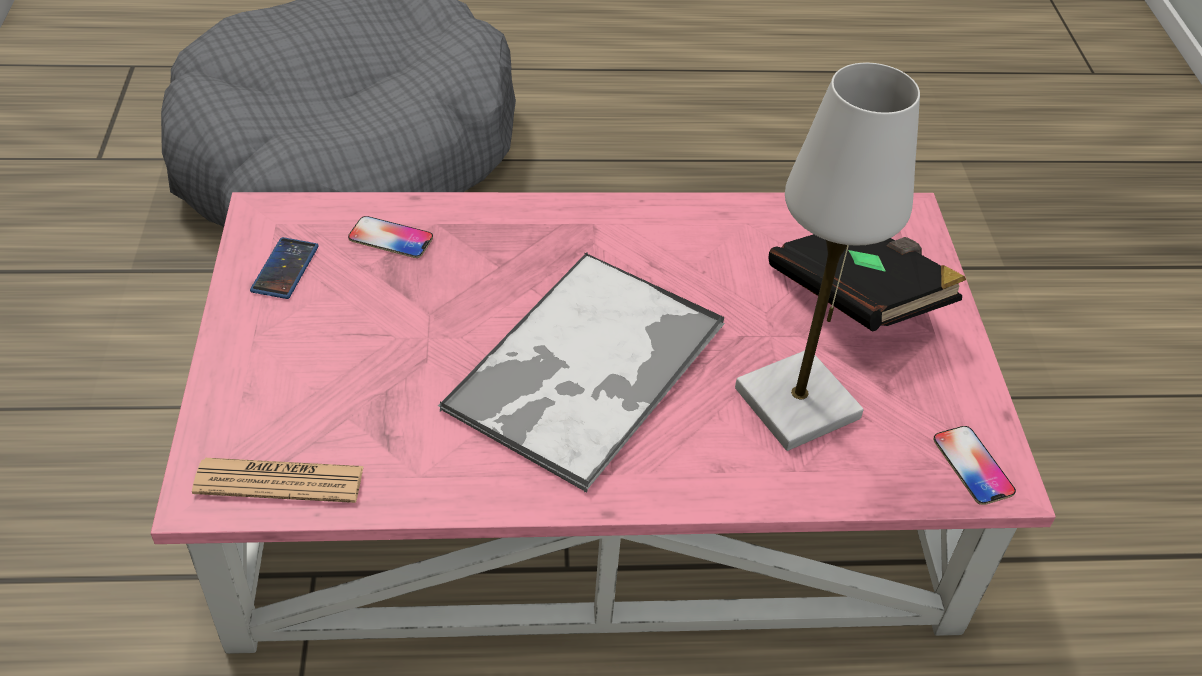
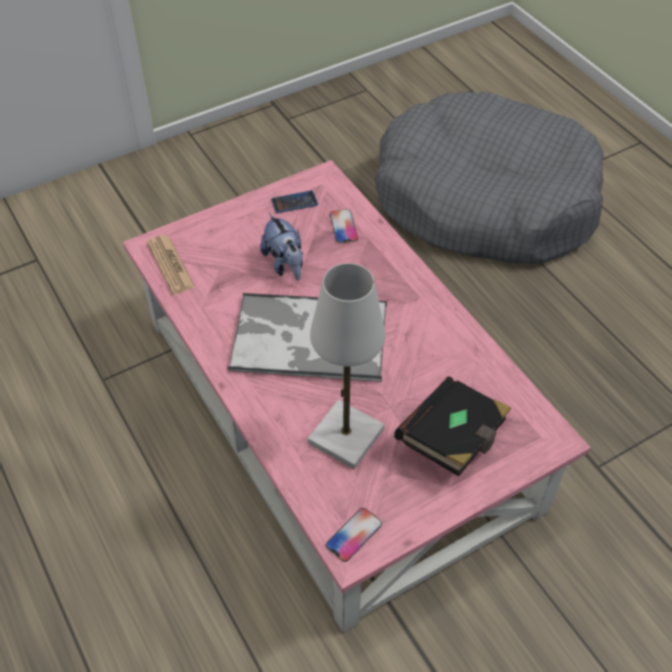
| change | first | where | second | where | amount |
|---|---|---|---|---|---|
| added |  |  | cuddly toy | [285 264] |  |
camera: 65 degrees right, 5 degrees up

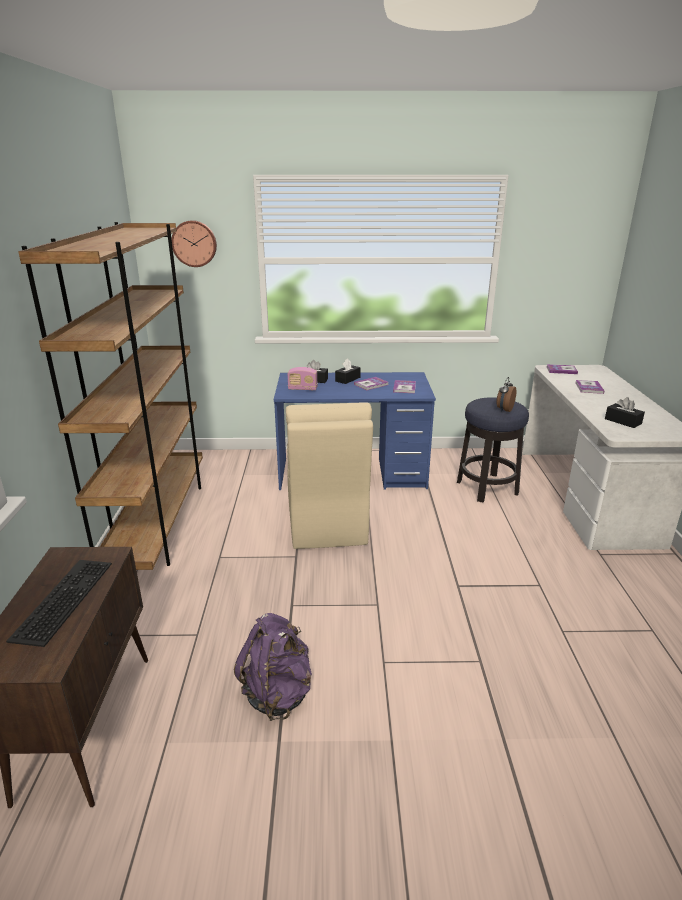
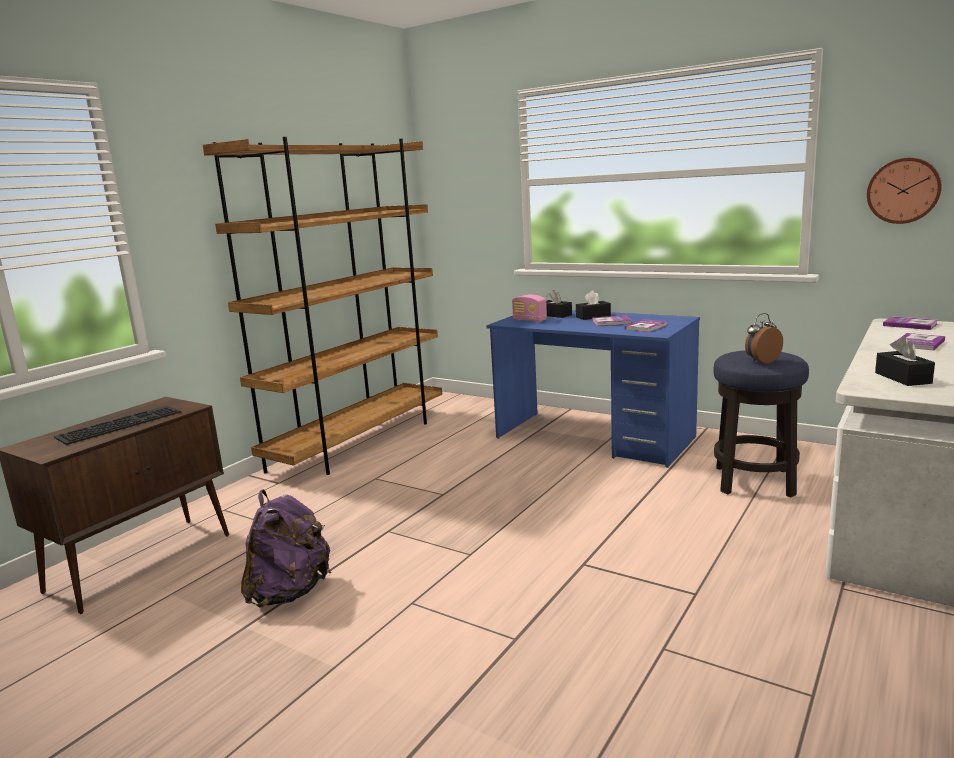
| change | first | where | second | where | amount |
|---|---|---|---|---|---|
| moved | clock on the wall | [194 243] |  | [903 190] |  |
| removed | plain chair in beige-coloured | [326 523] |  |  |  |
camera: 35 degrees right, 10 degrees down

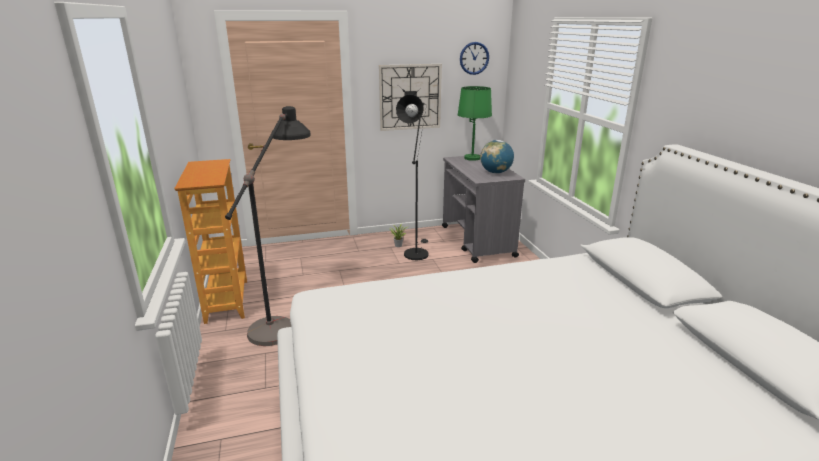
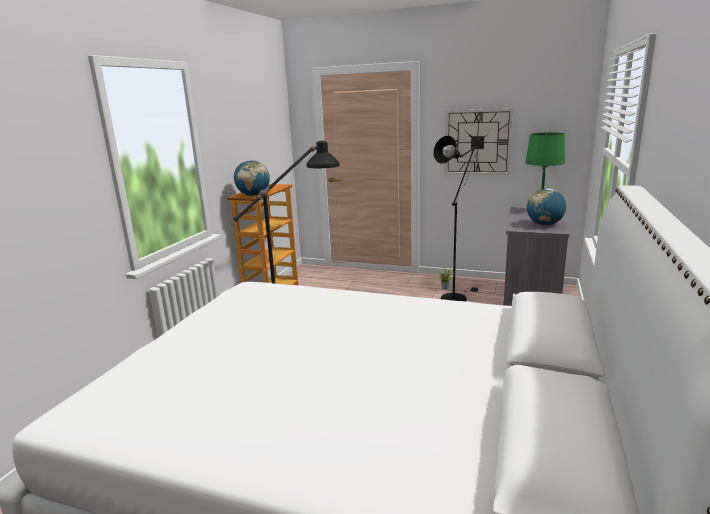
| change | first | where | second | where | amount |
|---|---|---|---|---|---|
| removed | clock on the wall | [474 58] |  |  |  |
| added |  |  | desk globe | [253 195] |  |
camera: 35 degrees right, 5 degrees down

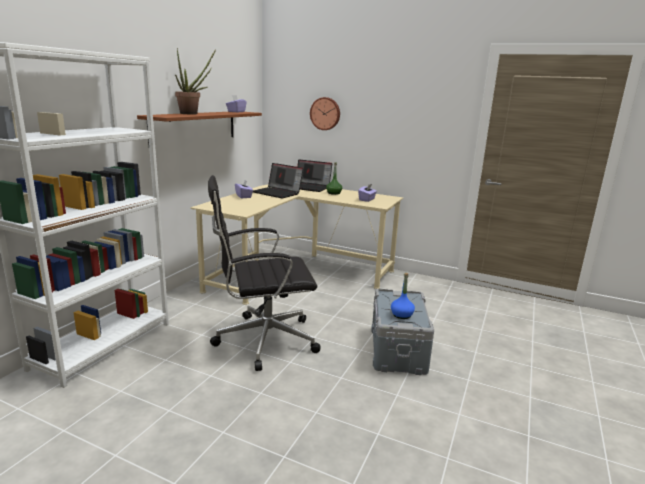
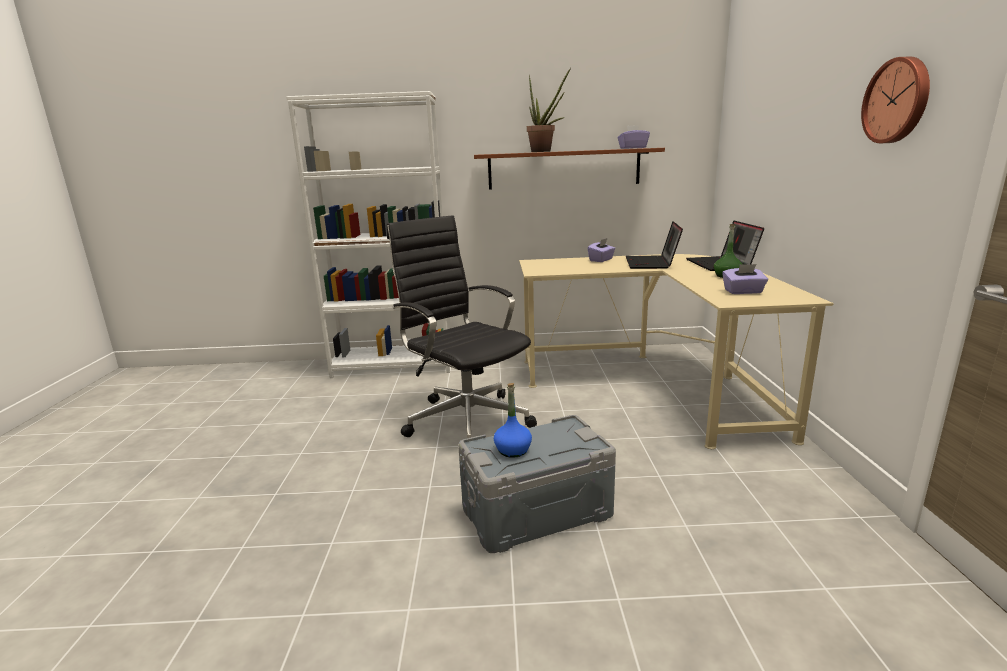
| change | first | where | second | where | amount |
|---|---|---|---|---|---|
| moved | clock on the wall | [325 113] |  | [898 101] |  |
camera: 65 degrees right, 0 degrees up

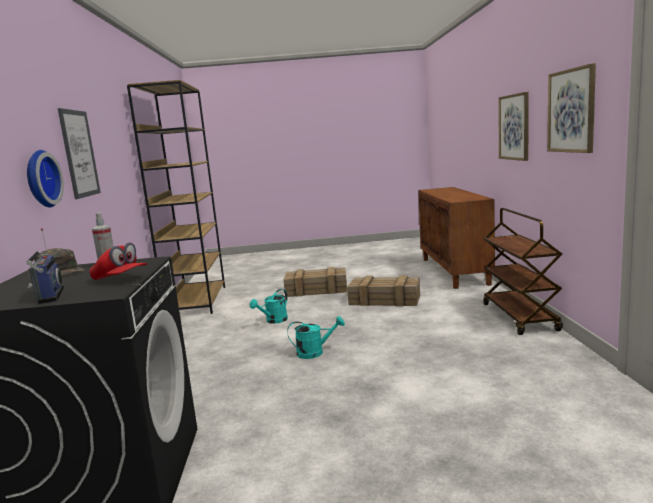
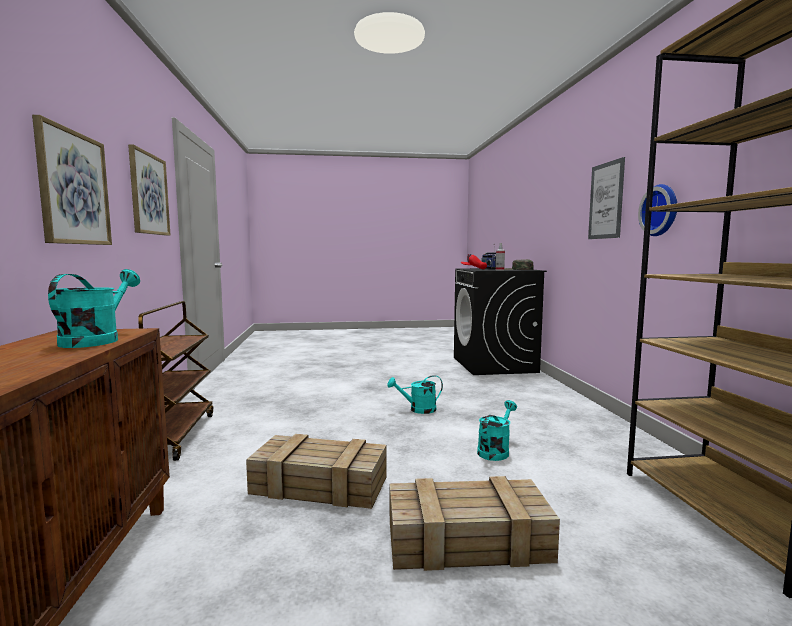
| change | first | where | second | where | amount |
|---|---|---|---|---|---|
| moved | clock on the wall | [40 179] |  | [661 210] |  |
| added |  |  | sprinkling can in turquoise-coloured | [96 340] |  |
camera: 175 degrees right, 5 degrees down

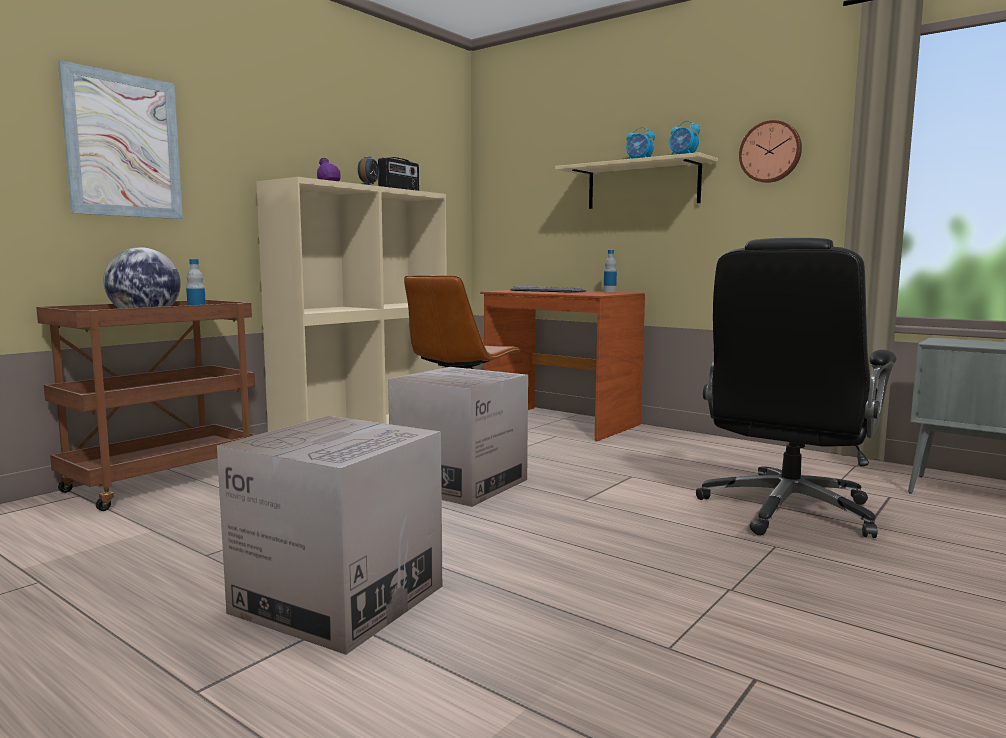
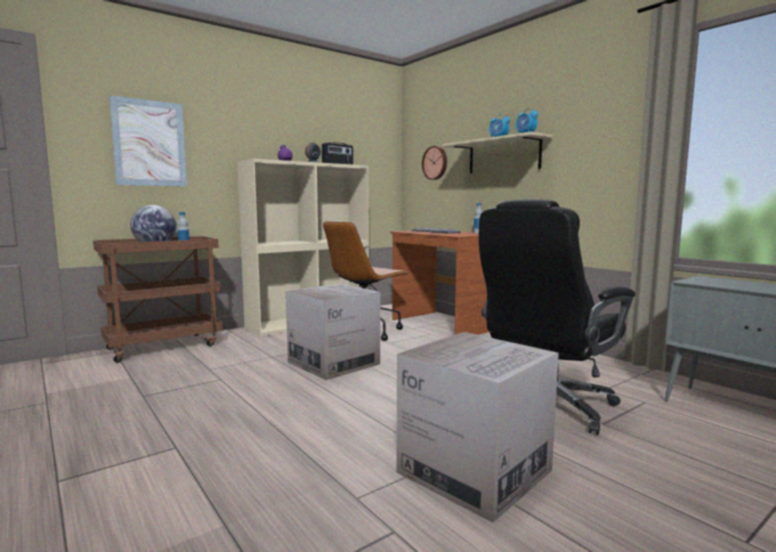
| change | first | where | second | where | amount |
|---|---|---|---|---|---|
| moved | clock on the wall | [770 152] |  | [435 163] |  |
| moved | packing box | [339 599] |  | [474 471] |  |
camera: 15 degrees right, 0 degrees up

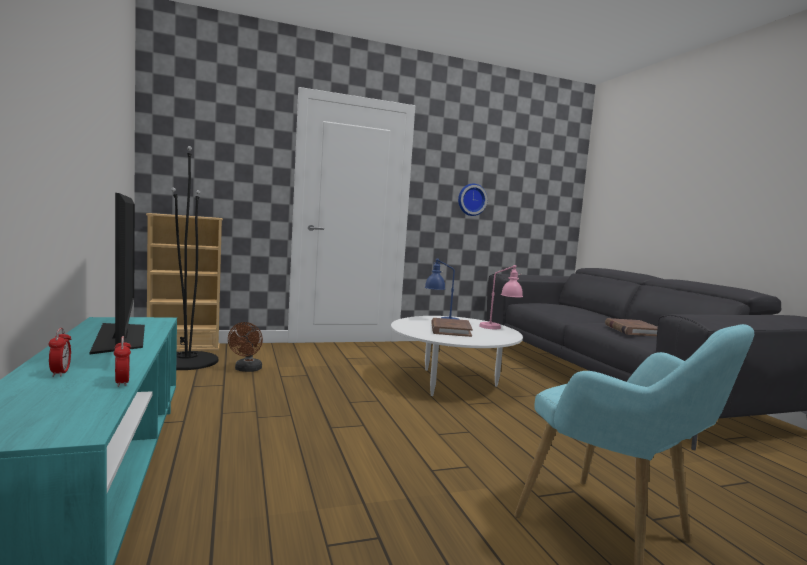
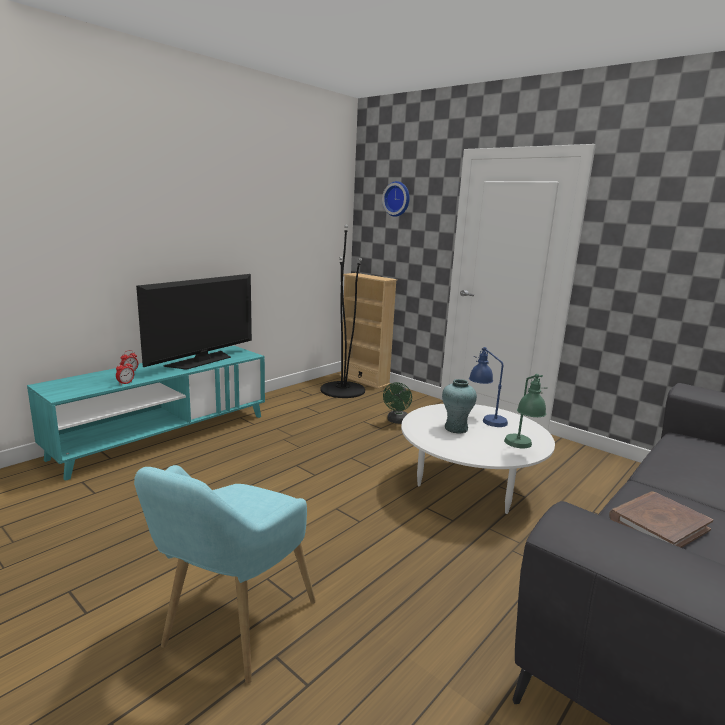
| change | first | where | second | where | amount |
|---|---|---|---|---|---|
| moved | clock on the wall | [471 199] |  | [397 199] |  |
| recoloured | table lamp in pinkish | [499 328] | table lamp in green-coloured | [522 447] |  |
| replaced | volume in brown | [450 330] | decorative vase in turquoise-coloured | [456 428] |  |
| removed | cooling fan in brown | [247 370] |  |  |  |
| added |  |  | cooling fan in green-coloured | [397 421] |  |
camera: 60 degrees right, 10 degrees up

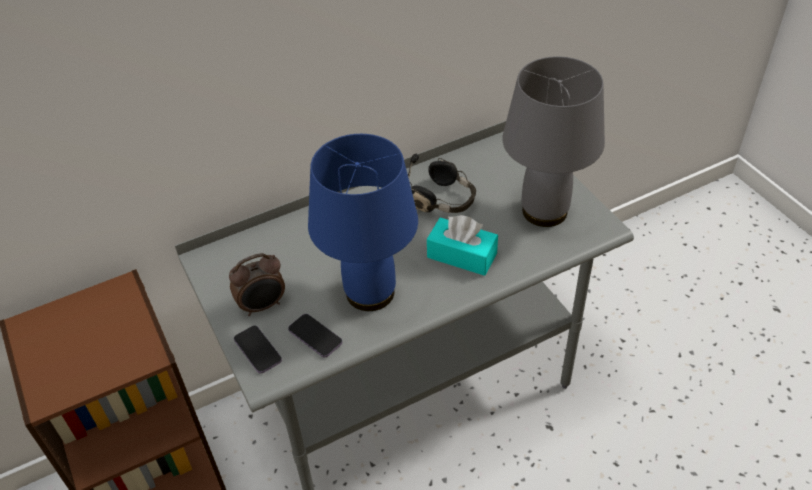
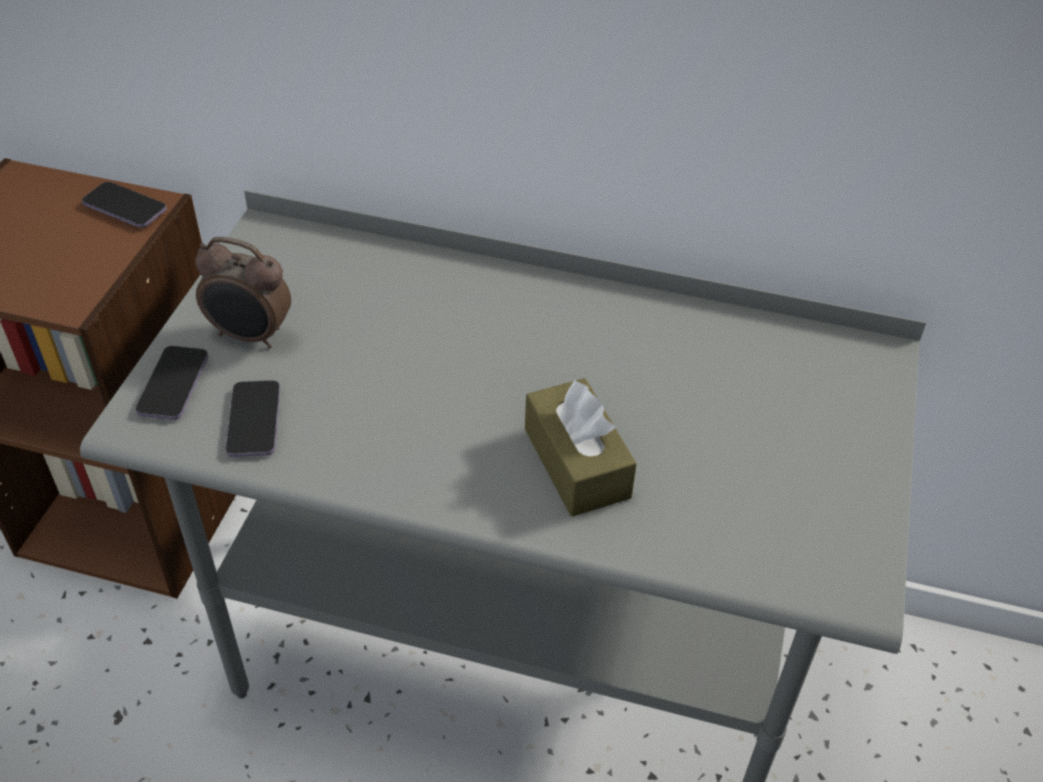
| change | first | where | second | where | amount |
|---|---|---|---|---|---|
| removed | table lamp in gray | [545 212] |  |  |  |
| removed | table lamp in blue-coloured | [369 292] |  |  |  |
| removed | headphones in black | [444 200] |  |  |  |
| recoloured | tissue holder in turquoise-coloured | [462 255] | tissue holder in brown | [576 463] |  |
| added |  |  | phone | [125 207] |  |
camera: 40 degrees right, 0 degrees up

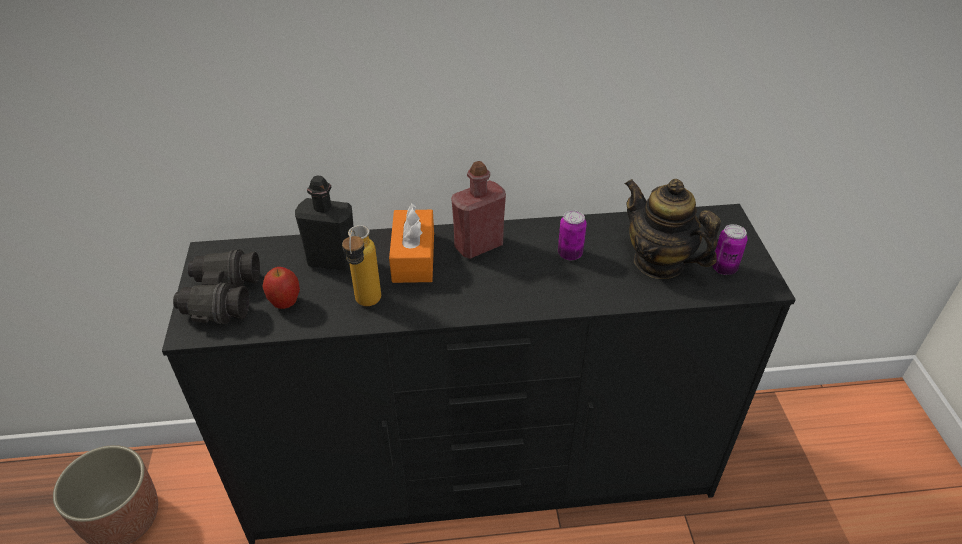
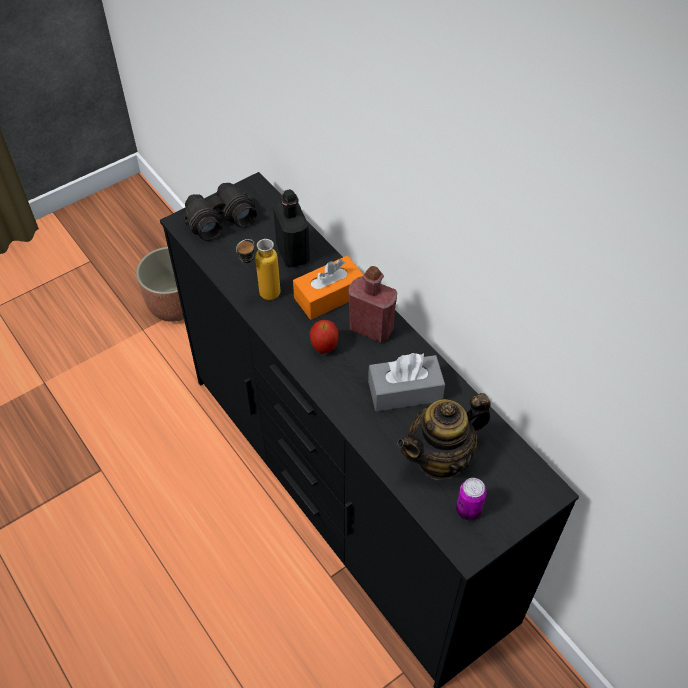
| change | first | where | second | where | amount |
|---|---|---|---|---|---|
| turned | tea pot | [659 262] |  | [440 458] | 135 degrees counterclockwise |
| replaced | sealed can | [570 254] | tissue holder in gray | [405 391] |  |
| moved | apple | [285 303] |  | [324 348] |  |
camera: 60 degrees right, 10 degrees up

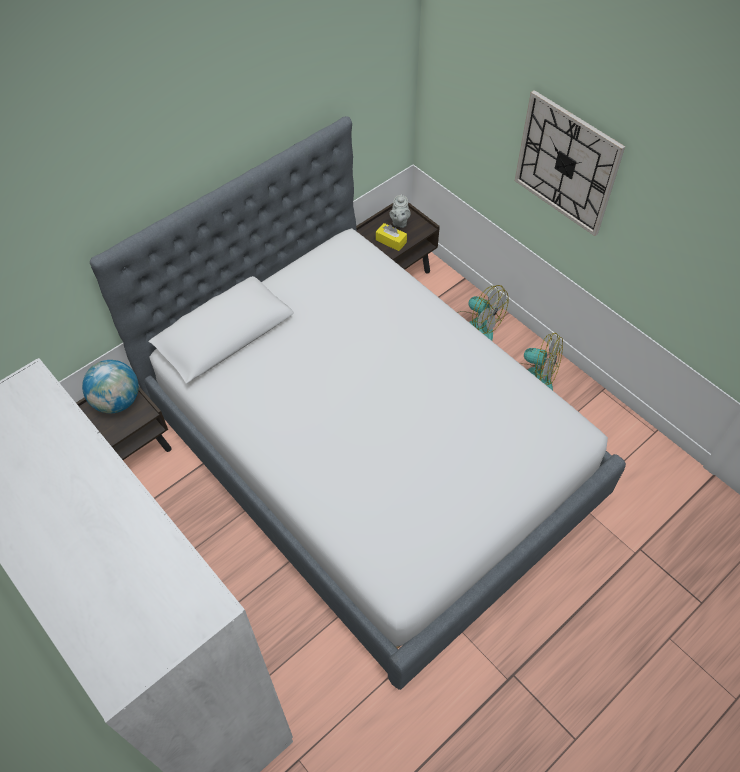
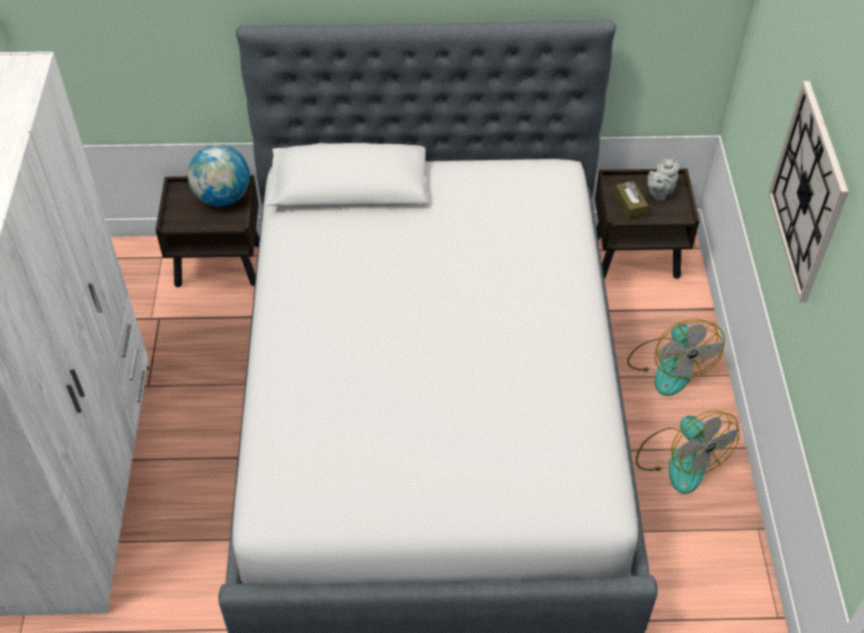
| change | first | where | second | where | amount |
|---|---|---|---|---|---|
| recoloured | tissue holder in yellow | [391 241] | tissue holder in brown | [629 206] |  |
camera: 40 degrees right, 5 degrees down

